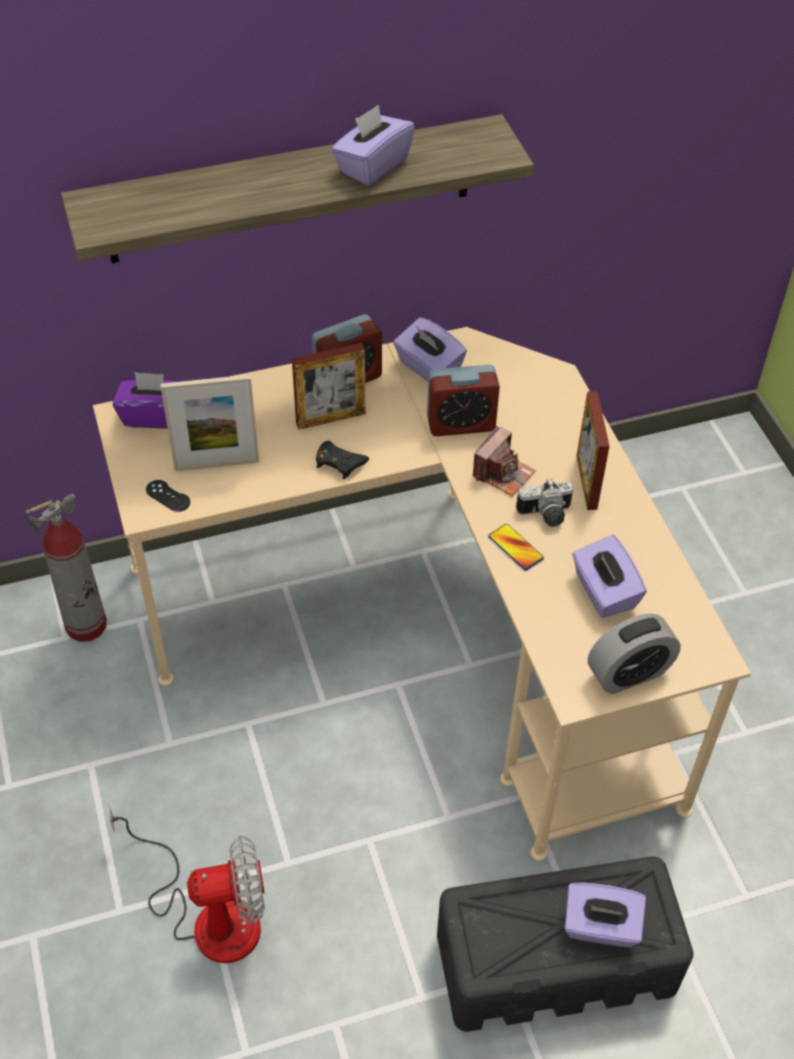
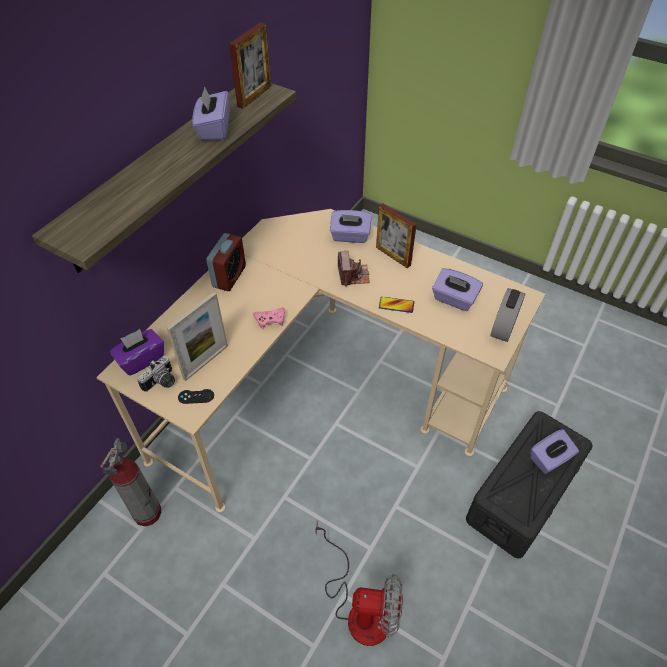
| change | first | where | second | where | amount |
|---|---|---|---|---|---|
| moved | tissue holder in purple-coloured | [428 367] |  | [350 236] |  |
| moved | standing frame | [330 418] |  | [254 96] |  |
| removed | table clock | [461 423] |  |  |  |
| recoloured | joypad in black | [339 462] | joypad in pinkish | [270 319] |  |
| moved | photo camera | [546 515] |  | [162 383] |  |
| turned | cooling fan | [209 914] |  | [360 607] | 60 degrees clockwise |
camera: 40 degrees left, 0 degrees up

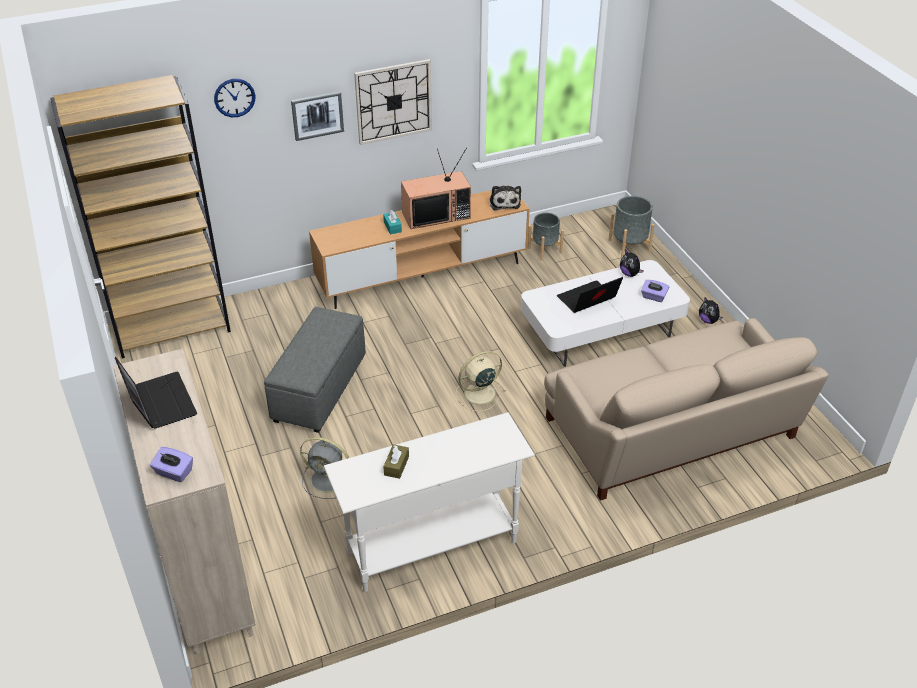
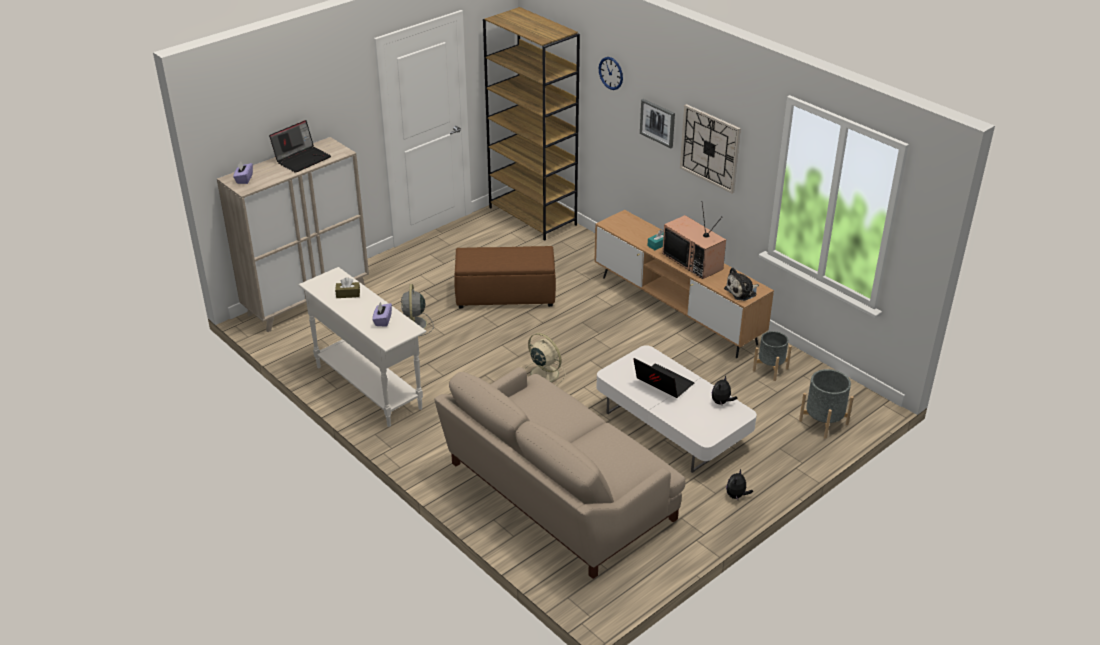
| change | first | where | second | where | amount |
|---|---|---|---|---|---|
| moved | tissue holder in purple-coloured | [653 297] |  | [382 320] |  |
| recoloured | pouffe in gray | [319 389] | pouffe in brown | [504 296] |  |
camera: 70 degrees right, 5 degrees down

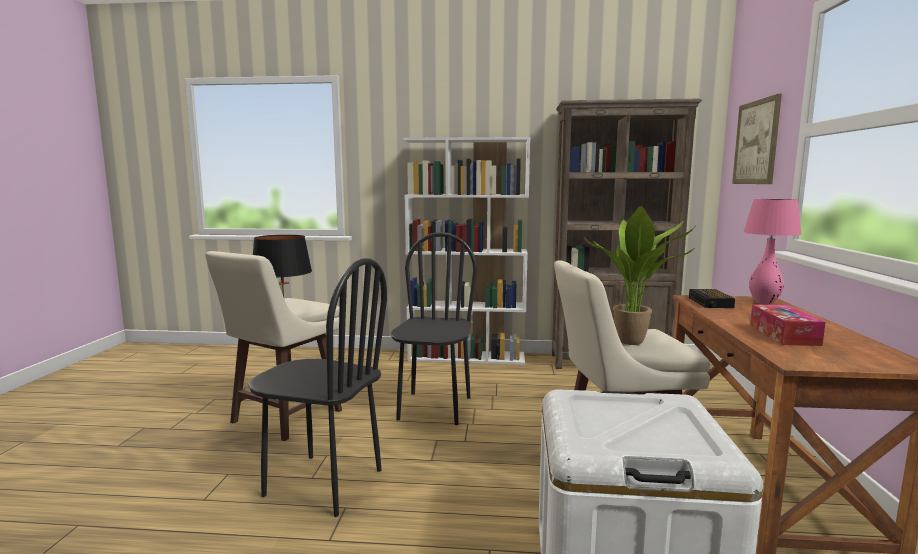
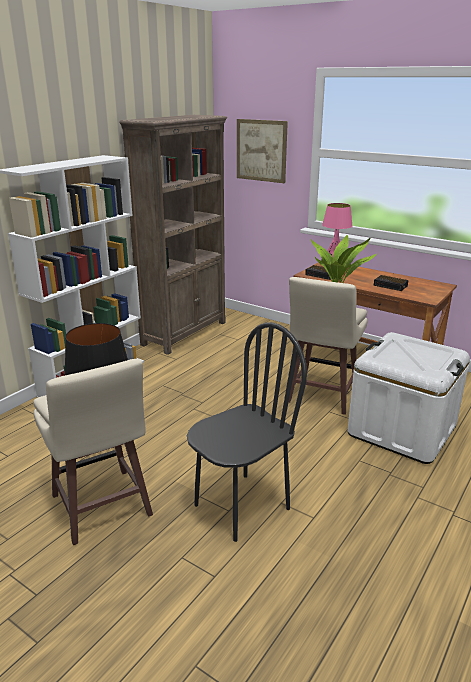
| change | first | where | second | where | amount |
|---|---|---|---|---|---|
| removed | plain chair in black | [434 408] |  |  |  |
| replaced | tissue holder | [783 335] | table clock | [391 286] |  |
camera: 60 degrees left, 15 degrees up

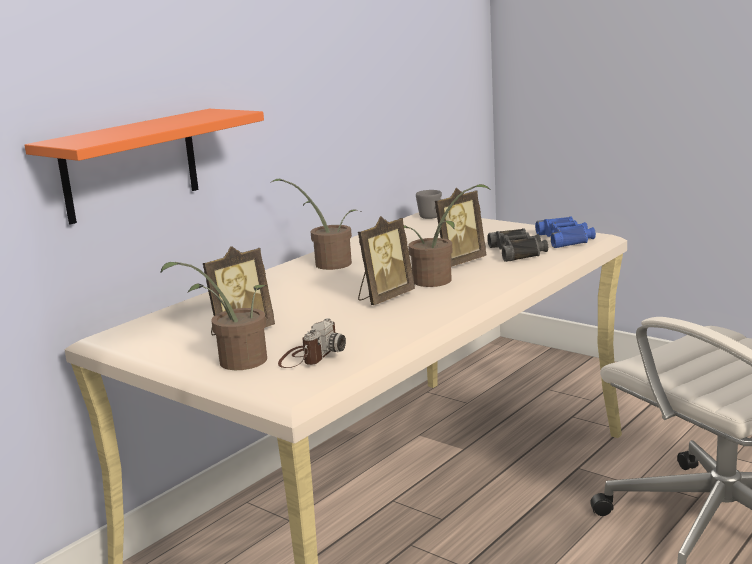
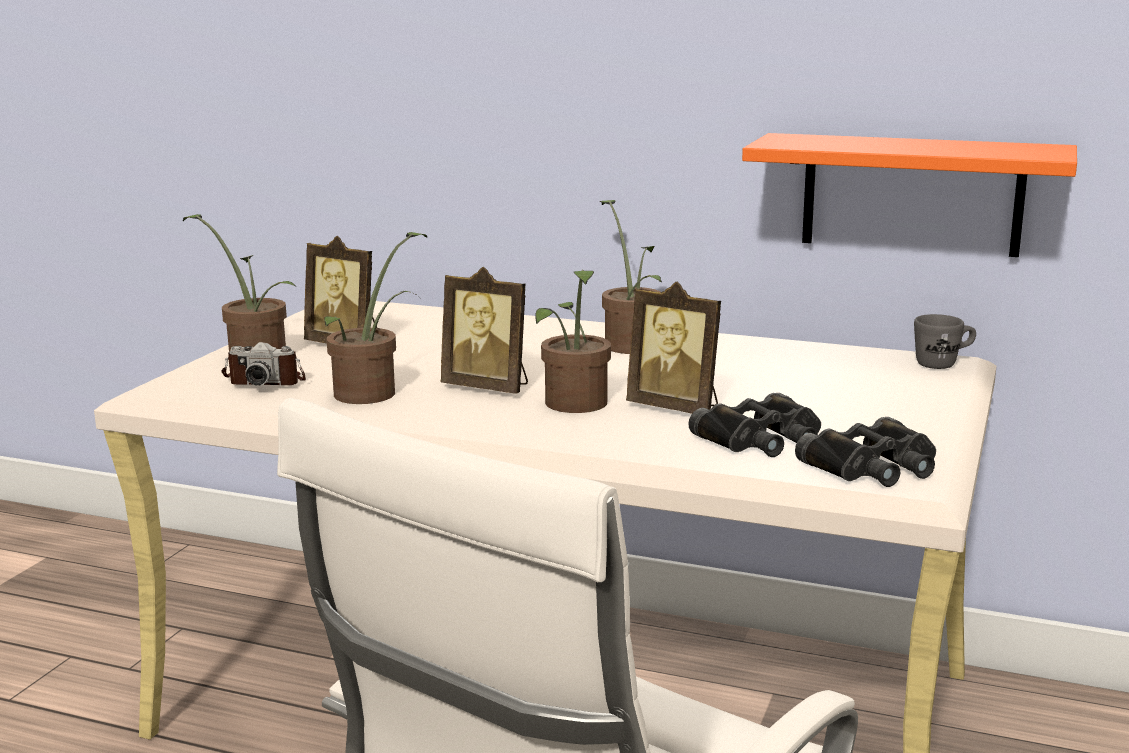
| change | first | where | second | where | amount |
|---|---|---|---|---|---|
| moved | shelf in orangey | [130 165] |  | [912 194] |  |
| recoloured | pair of binoculars in blue-coloured | [566 239] | pair of binoculars in black | [873 466] |  |
| added |  |  | houseplant | [373 392] |  |
camera: 70 degrees right, 0 degrees up

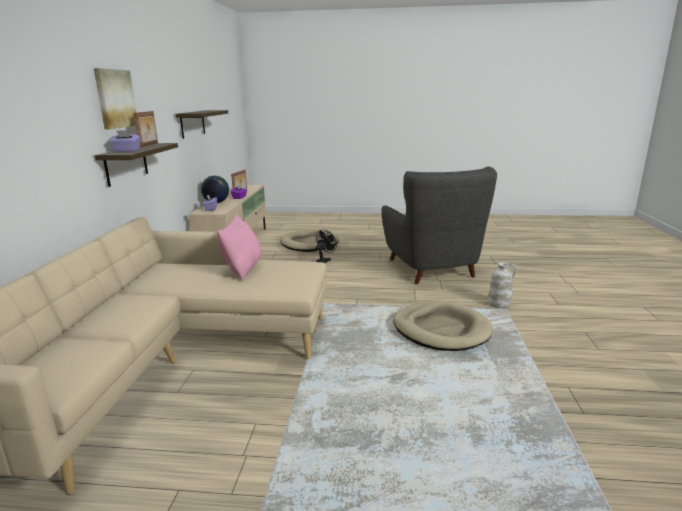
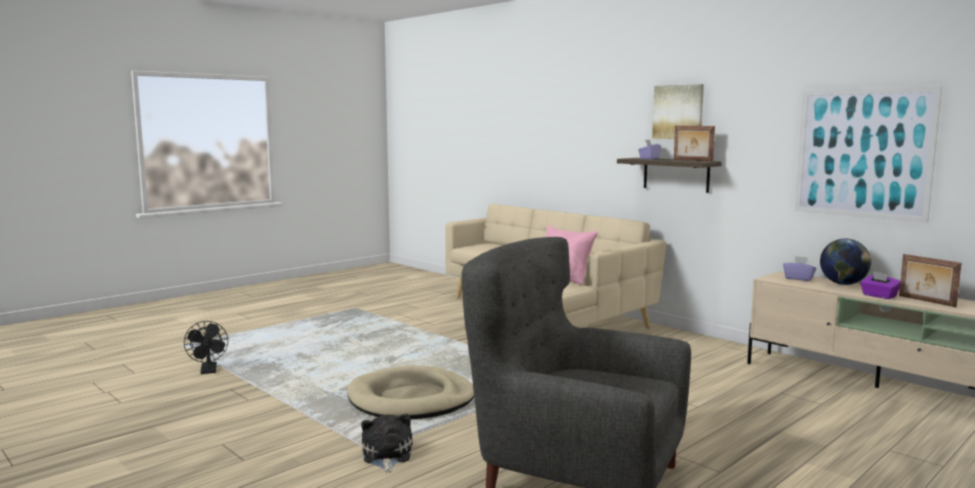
| change | first | where | second | where | amount |
|---|---|---|---|---|---|
| replaced | shelf | [192 124] | wall picture | [863 153] |  |
| removed | pet bed in beige-coloured | [309 243] |  |  |  |
| moved | cooling fan in black | [324 260] |  | [209 371] |  |
| replaced | decorative vase in white-coloured | [499 304] | cuddly toy | [386 455] |  |
camera: 130 degrees right, 10 degrees down

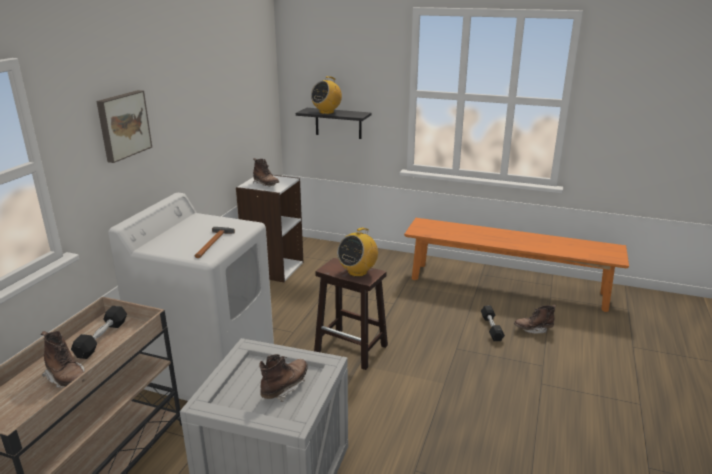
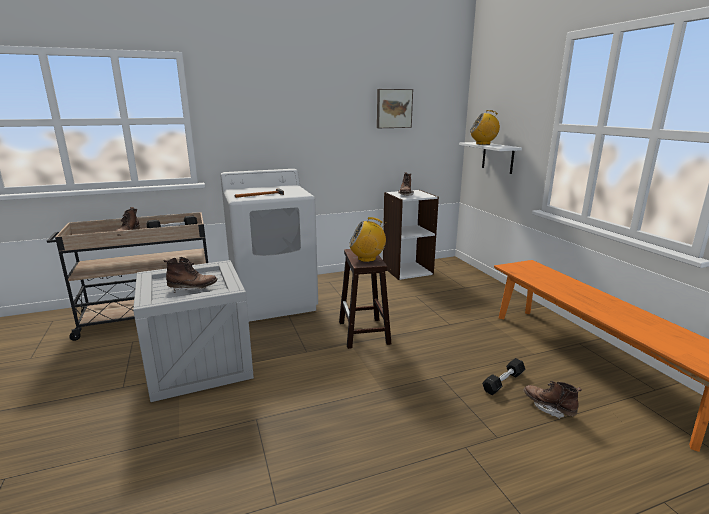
| change | first | where | second | where | amount |
|---|---|---|---|---|---|
| moved | wall picture | [123 125] |  | [393 108] |  |
| recoloured | shelf in black | [338 123] | shelf in white-coloured | [498 157] |  |
camera: 50 degrees right, 5 degrees down

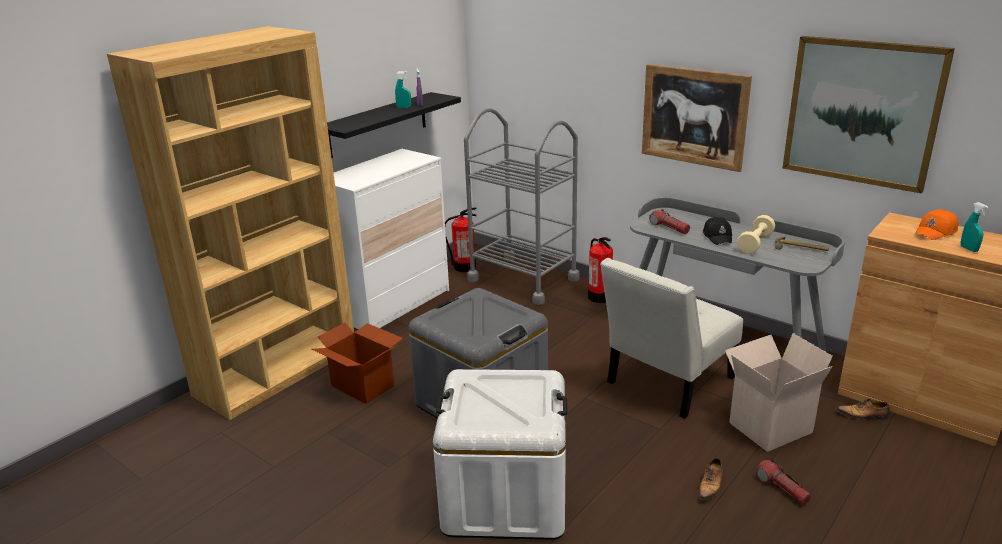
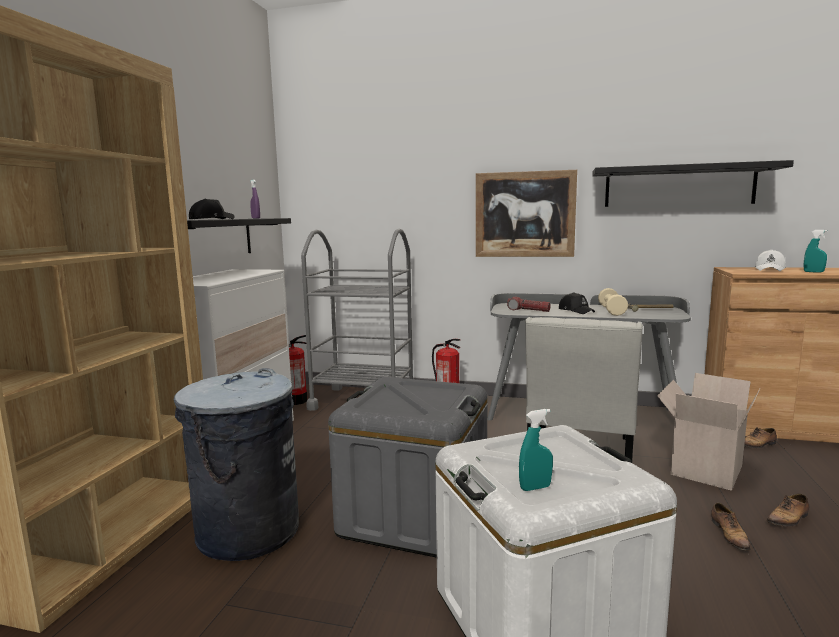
| change | first | where | second | where | amount |
|---|---|---|---|---|---|
| replaced | wall picture | [862 112] | shelf in black | [678 186] |  |
| moved | spray bottle in turquoise-coloured | [404 107] |  | [535 487] |  |
| recoloured | baseball cap in orangey | [936 232] | baseball cap in white-coloured | [770 269] |  |
| replaced | packing box | [363 385] | trash can in gray | [247 531] |  |
| replaced | hand torch | [782 488] | low shoe | [788 519] |  |
| added |  |  | baseball cap in black | [211 219] |  |
camera: 25 degrees left, 15 degrees down

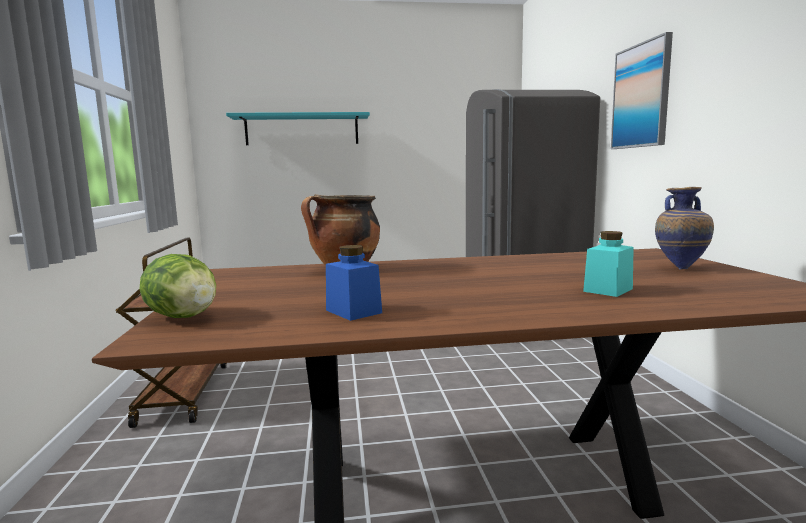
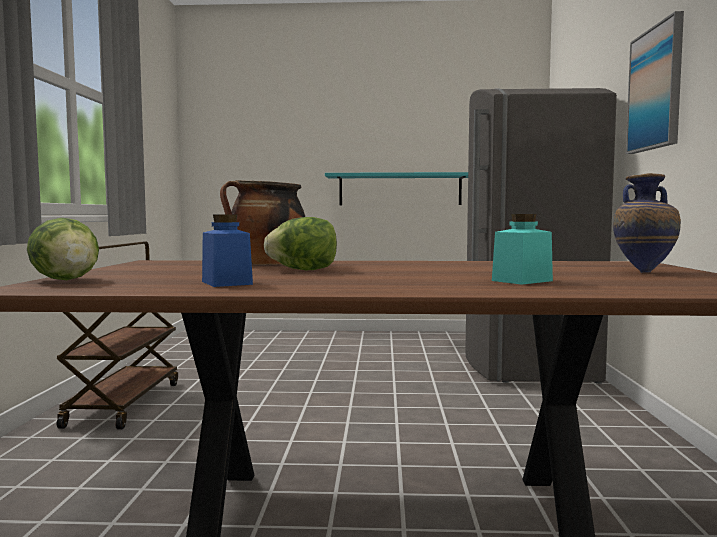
| change | first | where | second | where | amount |
|---|---|---|---|---|---|
| moved | shelf in turquoise-coloured | [302 130] |  | [400 190] |  |
| added |  |  | lettuce | [303 270] |  |
camera: 10 degrees right, 5 degrees down

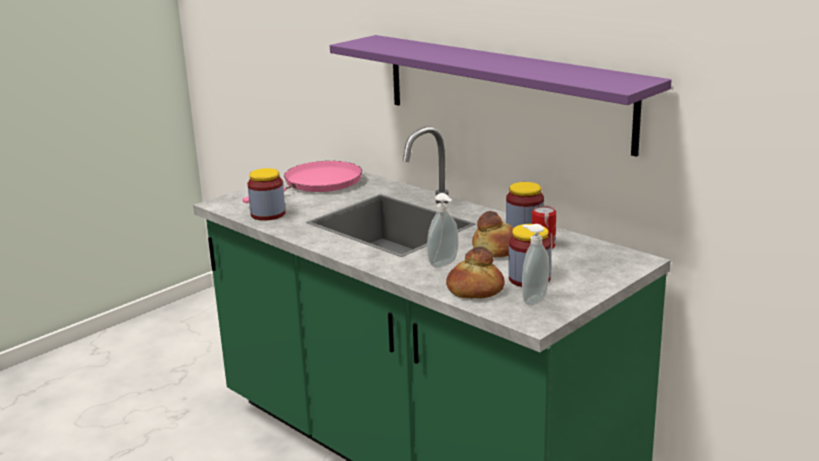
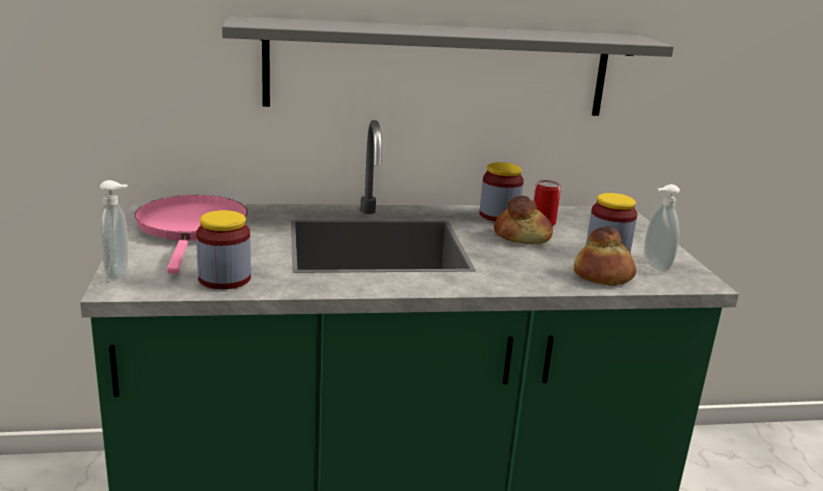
| change | first | where | second | where | amount |
|---|---|---|---|---|---|
| recoloured | shelf in purple-coloured | [504 91] | shelf in gray | [439 69] |  |
| moved | liquid soap bottle | [444 264] |  | [119 273] |  |
camera: 55 degrees left, 0 degrees up

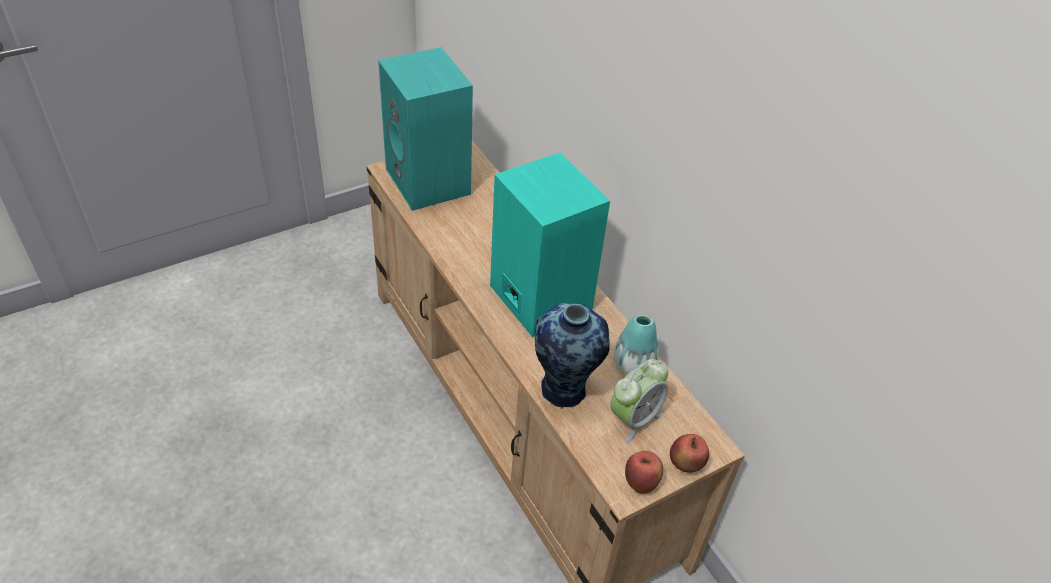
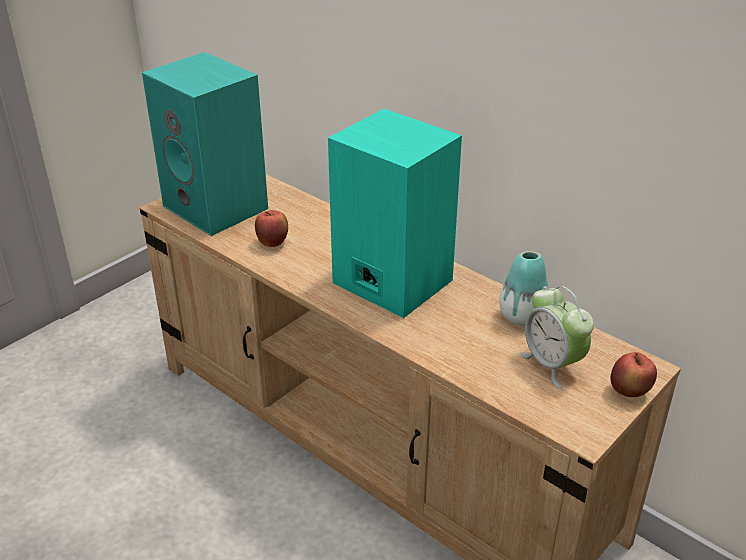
| change | first | where | second | where | amount |
|---|---|---|---|---|---|
| removed | decorative vase | [564 391] |  |  |  |
| turned | table clock | [634 418] |  | [552 364] | 120 degrees clockwise |
| moved | apple | [641 483] |  | [273 243] |  |
camera: 15 degrees left, 10 degrees down

